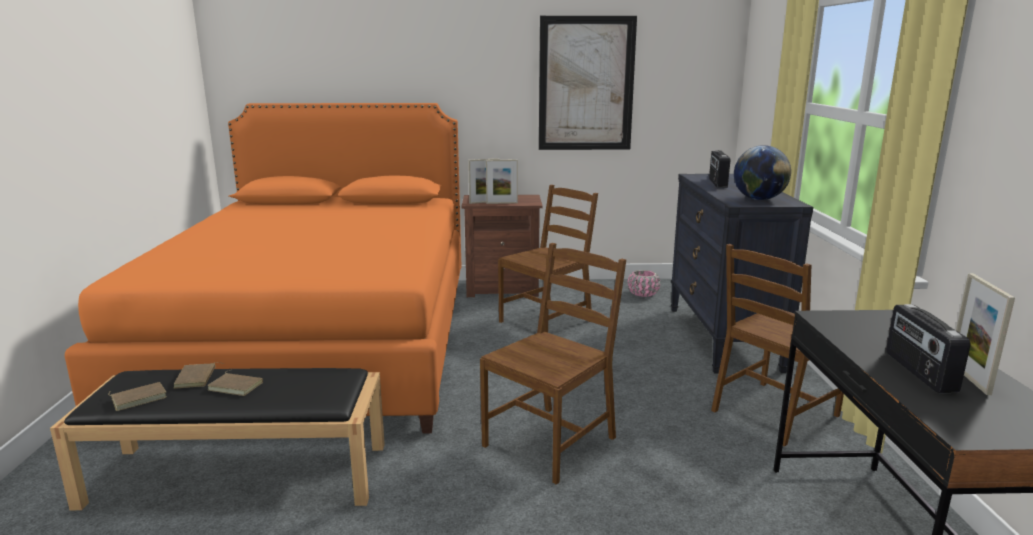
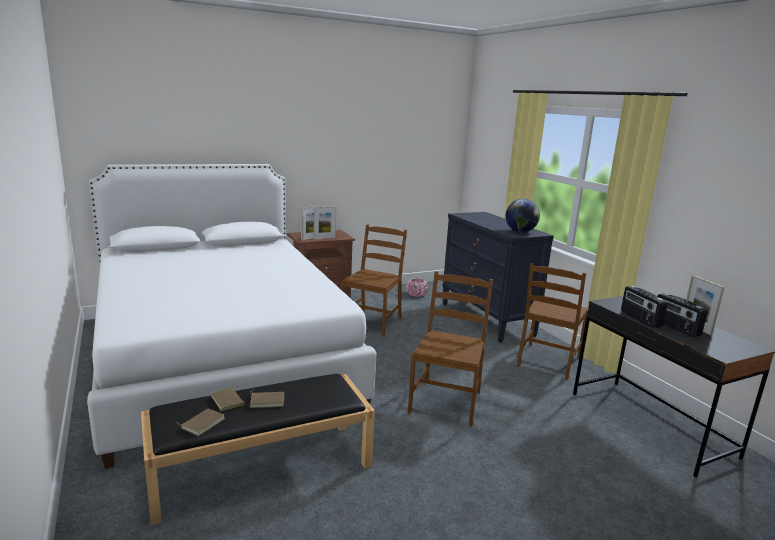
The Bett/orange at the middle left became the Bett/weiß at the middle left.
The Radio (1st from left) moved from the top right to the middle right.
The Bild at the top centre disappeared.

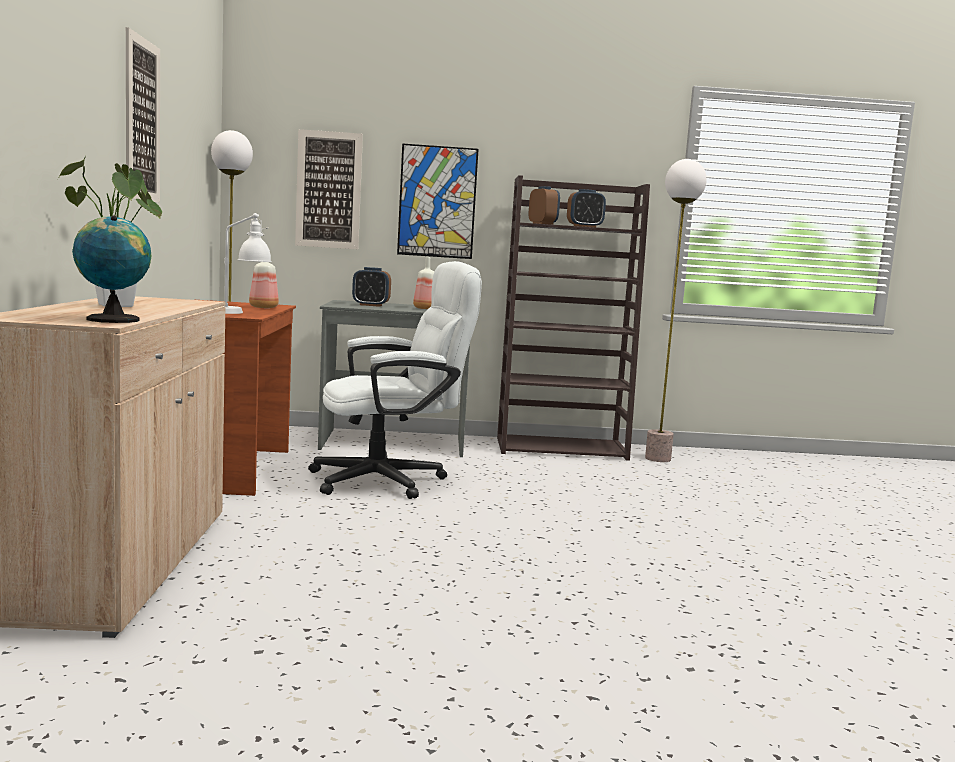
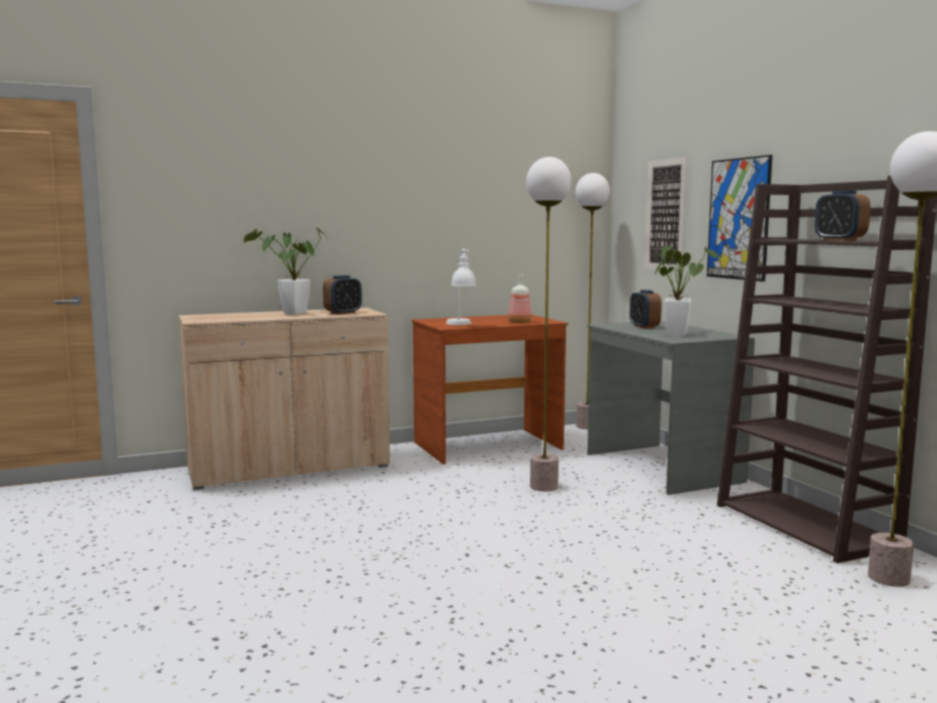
The Wecker (2nd from left in the first image) moved from the top centre to the centre.
The Bürostuhl/weiß at the centre was replaced by the Stehlampe (1st from left) at the centre.
The Flasche (2nd from left) at the centre was replaced by the Topfpflanze (2nd from left) at the middle right.
The Globus at the middle left disappeared.
The Bild (1st from left) at the top left disappeared.

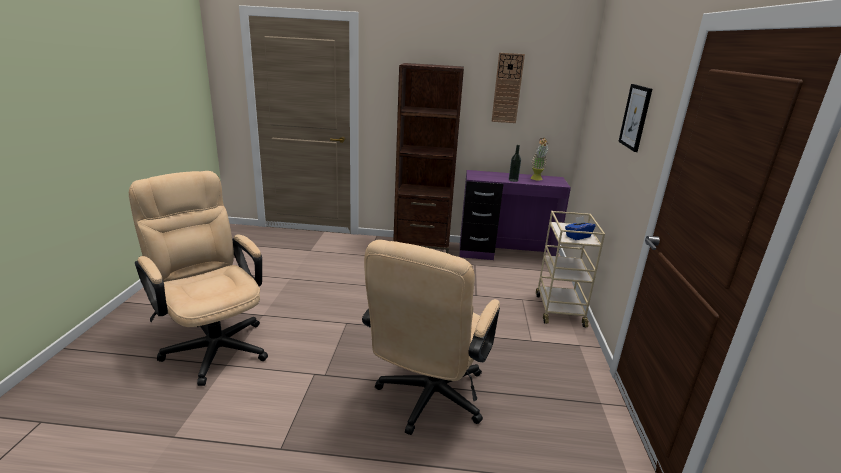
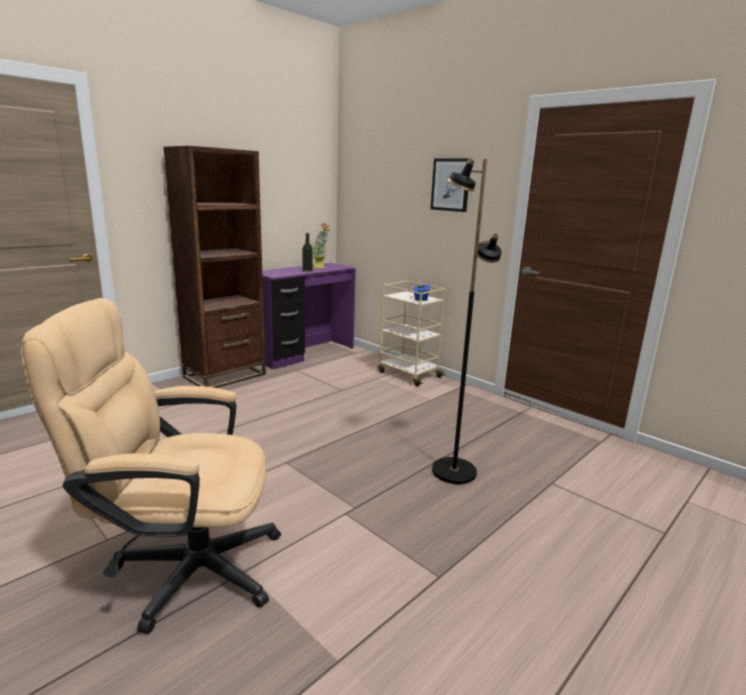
The Bürostuhl/beige (2nd from left) at the bottom centre was replaced by the Stehlampe/schwarz at the centre.
The Wanduhr at the top centre disappeared.

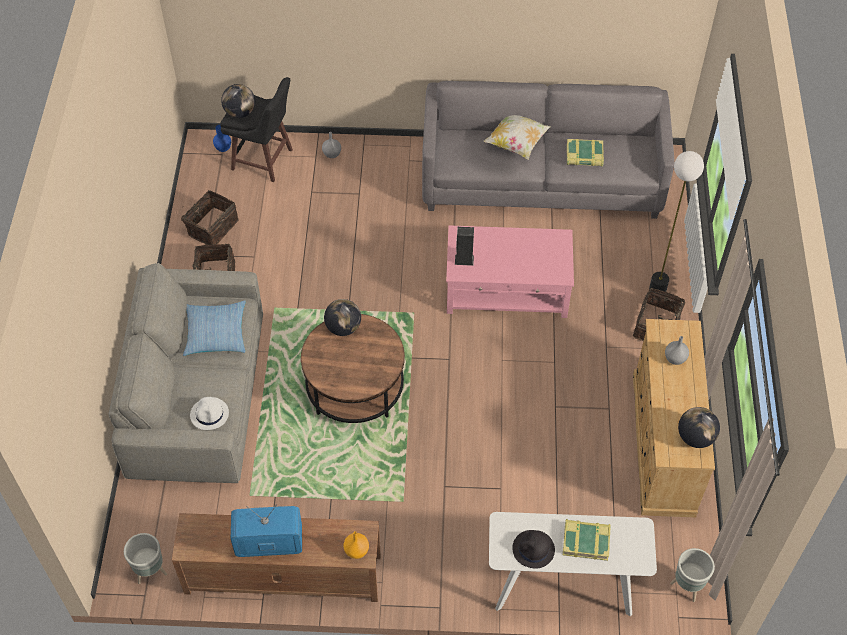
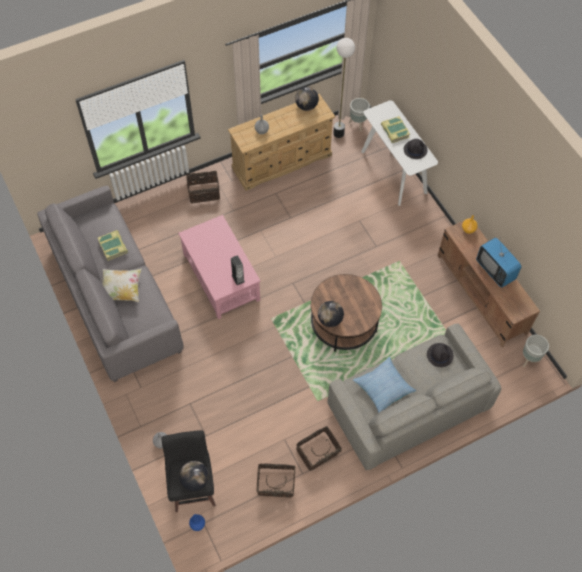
The Stehlampe moved from the middle right to the top centre.
The Hut/weiß at the middle left became the Hut/schwarz (2nd from left) at the middle right.

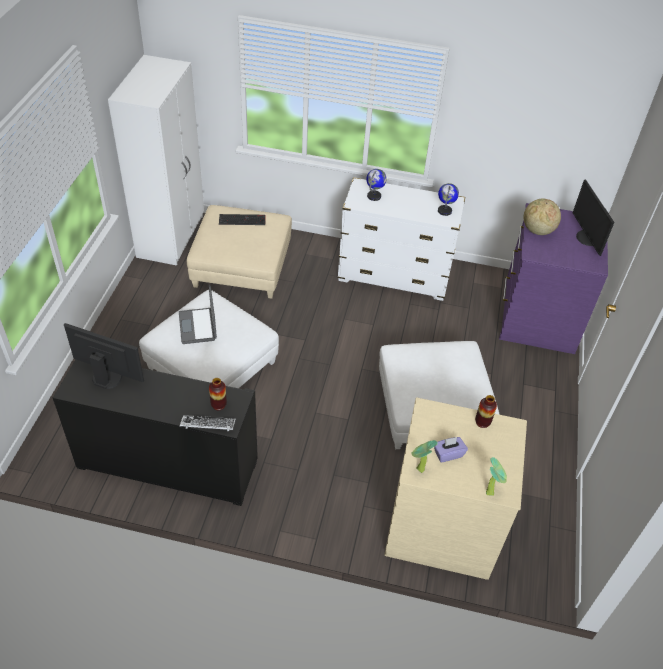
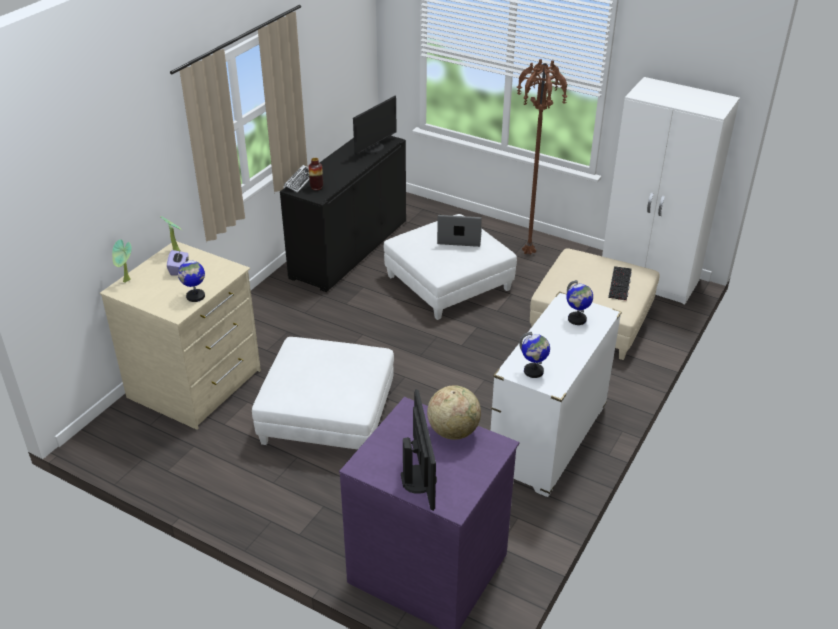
The Vase (2nd from left) at the middle right was replaced by the Globus (1st from left) at the middle left.
The Monitor (2nd from left) at the top right turned 75 degrees clockwise.
The Stehlampe/braun at the top centre appeared.

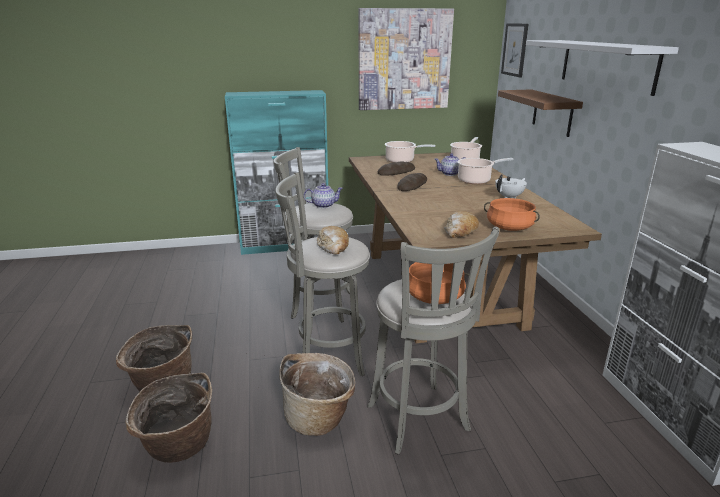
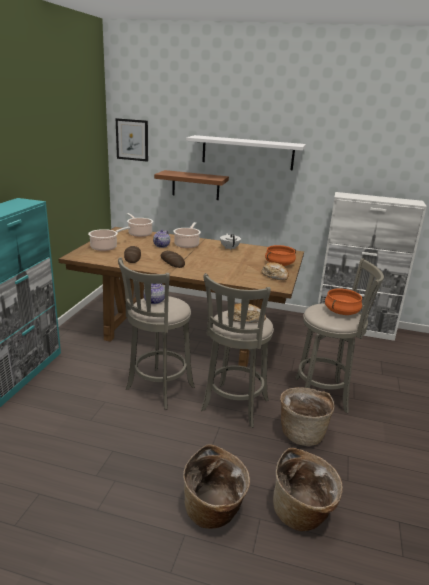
The Bild (1st from left) at the top centre disappeared.

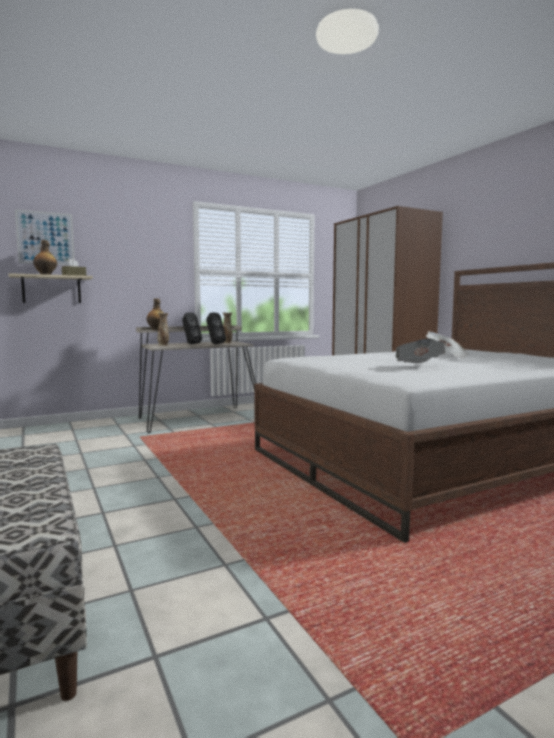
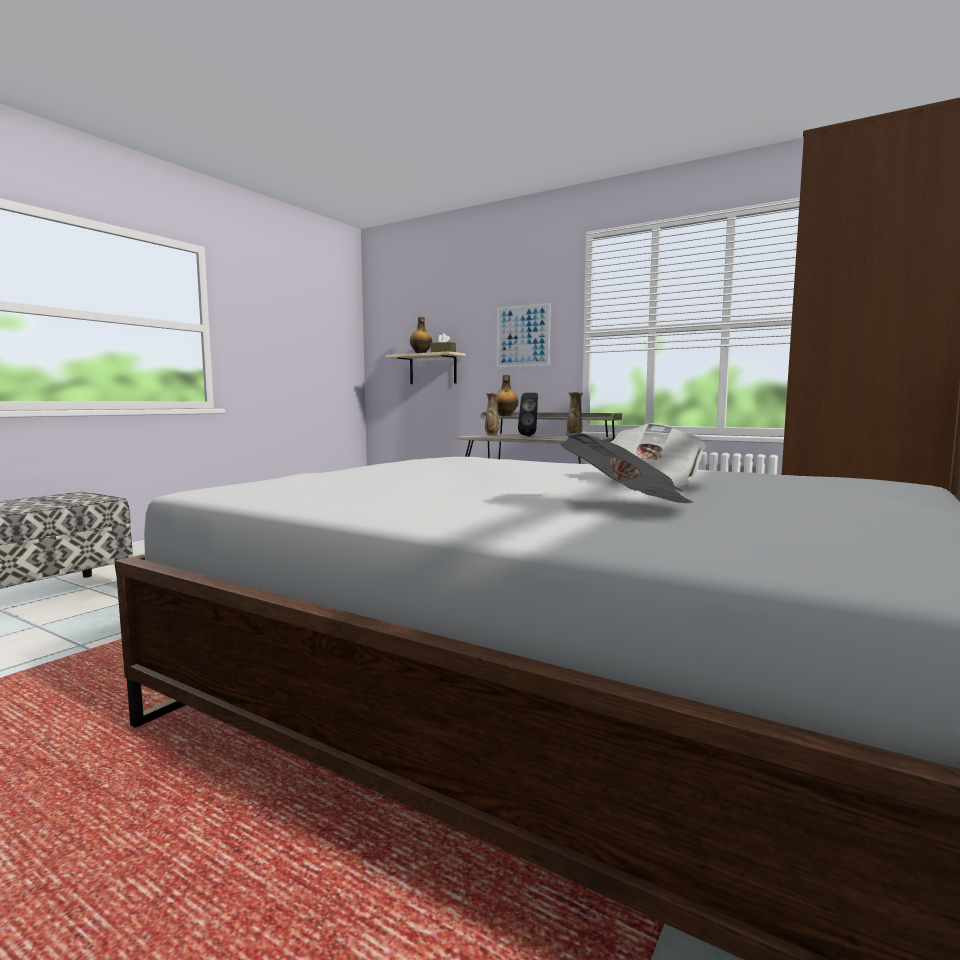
The Bild moved from the top left to the centre.
The Zeitung (1st from left) moved from the middle right to the centre.
The Lautsprecher/schwarz (2nd from left) at the centre disappeared.

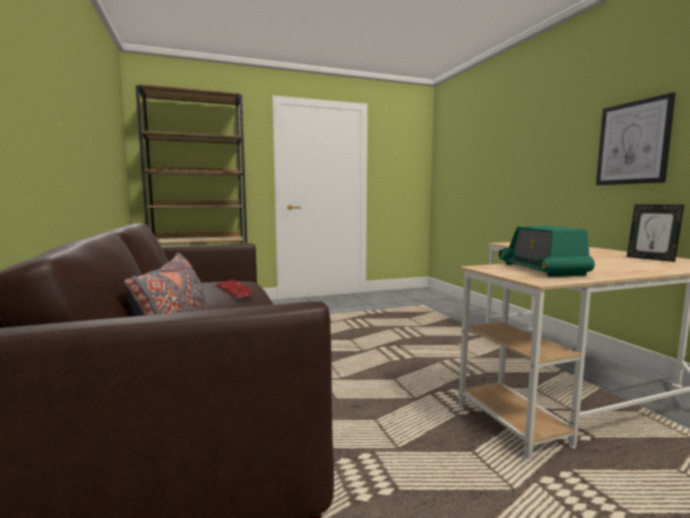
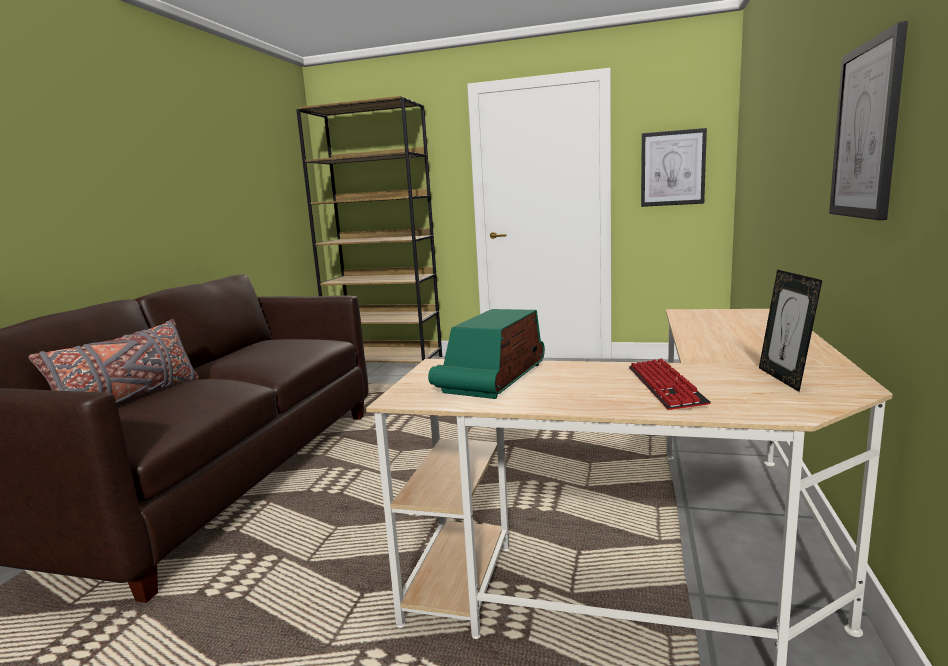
The Tastatur moved from the centre to the middle right.
The Bild (1st from left) at the top right appeared.

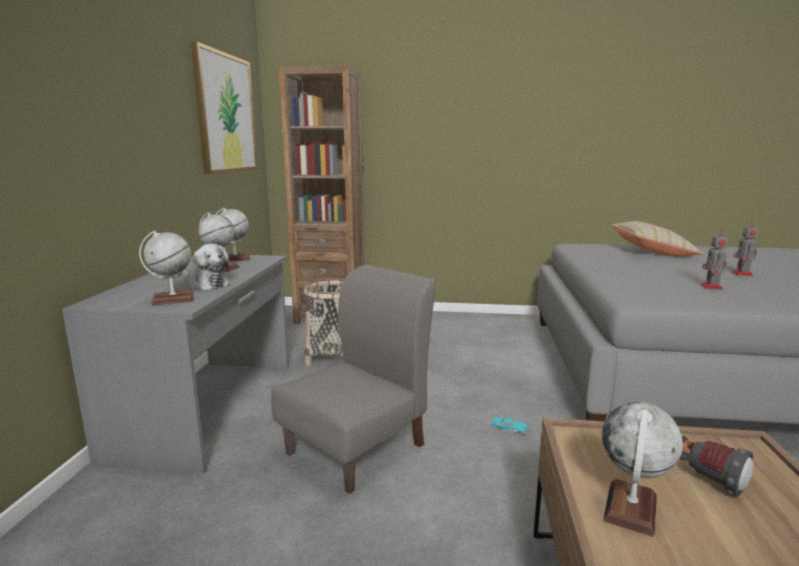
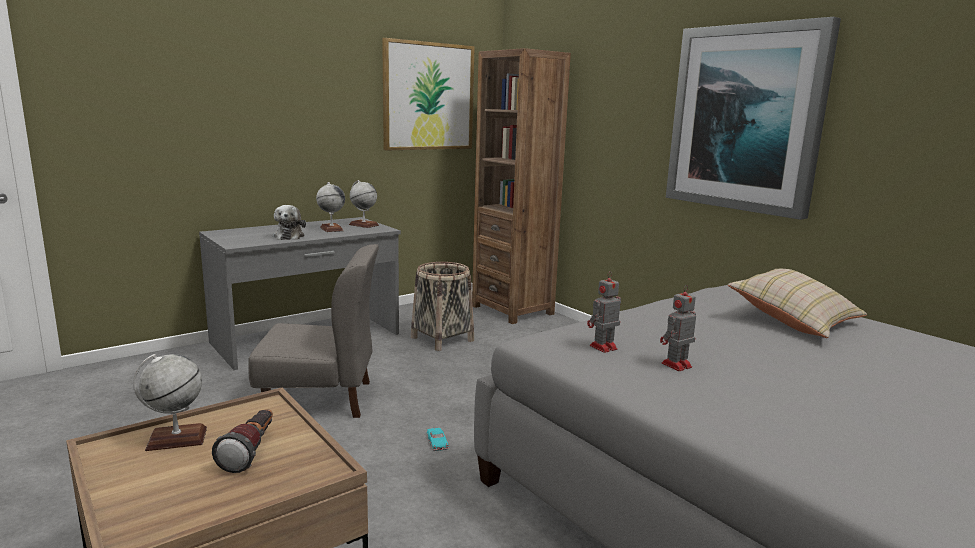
The Spielzeugroboter (2nd from left in the first image) moved from the middle right to the centre.
The Bild (2nd from left) at the top right appeared.
The Globus (1st from left) at the middle left disappeared.

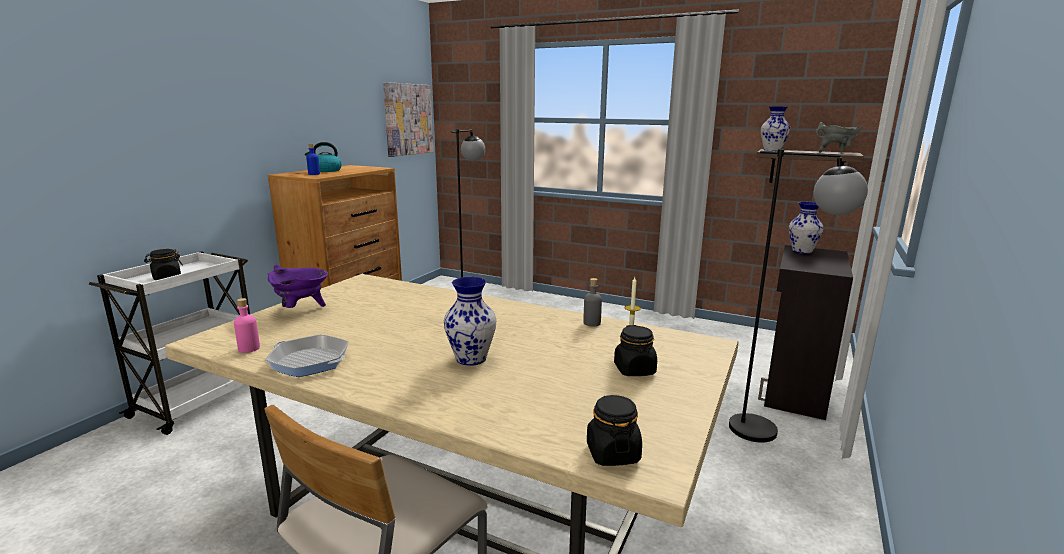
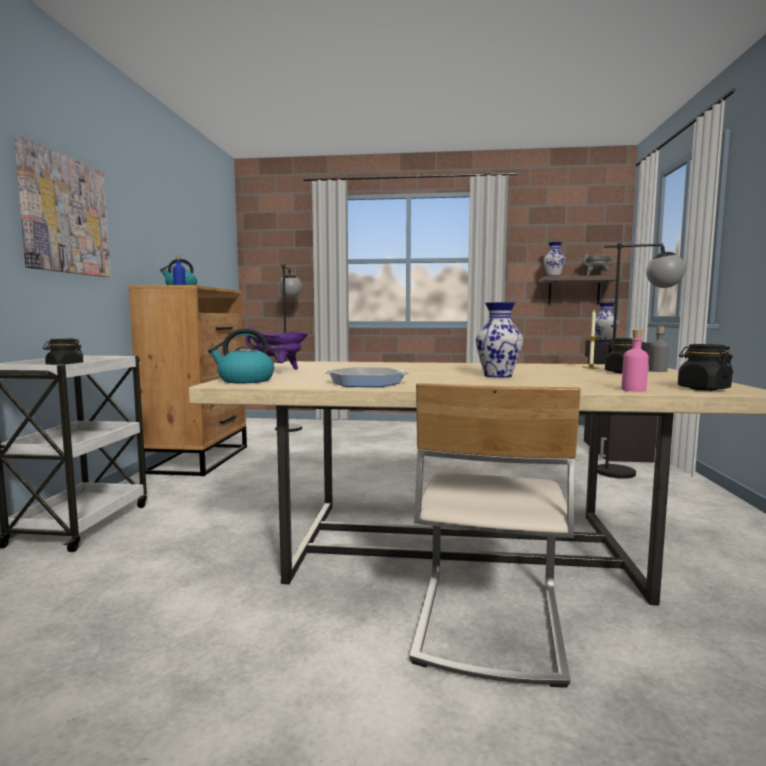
The Bild moved from the top centre to the top left.
The Wasserkessel (2nd from left) at the middle left appeared.
The Flasche/rosa moved from the middle left to the middle right.
The Flasche/grau moved from the centre to the middle right.

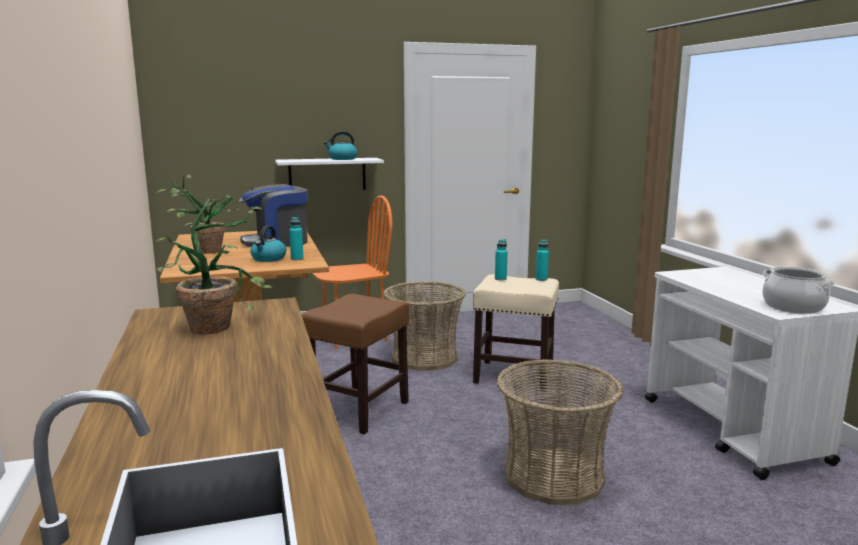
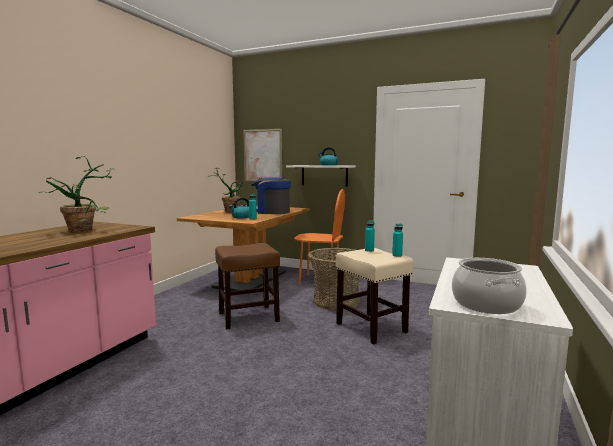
The Bild at the centre appeared.
The Korb (2nd from left) at the bottom centre disappeared.

